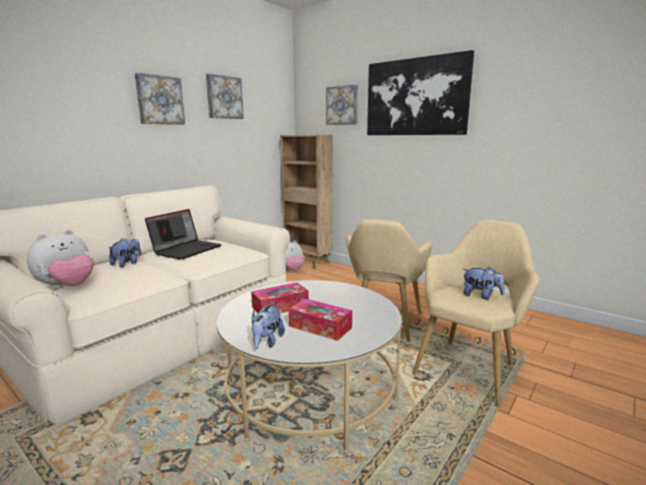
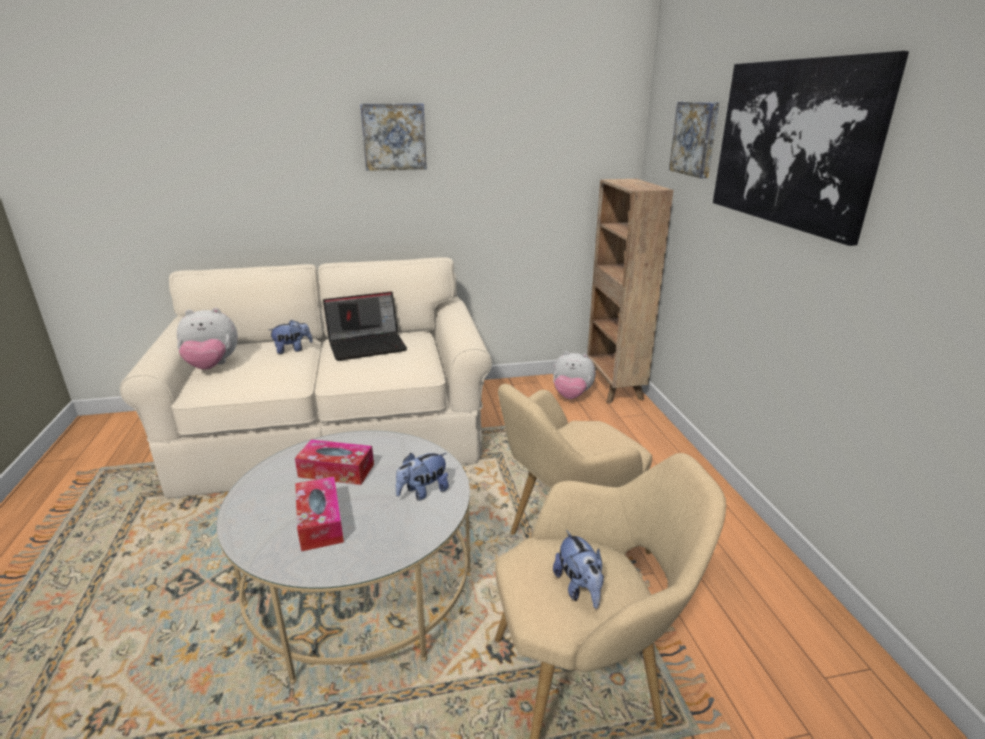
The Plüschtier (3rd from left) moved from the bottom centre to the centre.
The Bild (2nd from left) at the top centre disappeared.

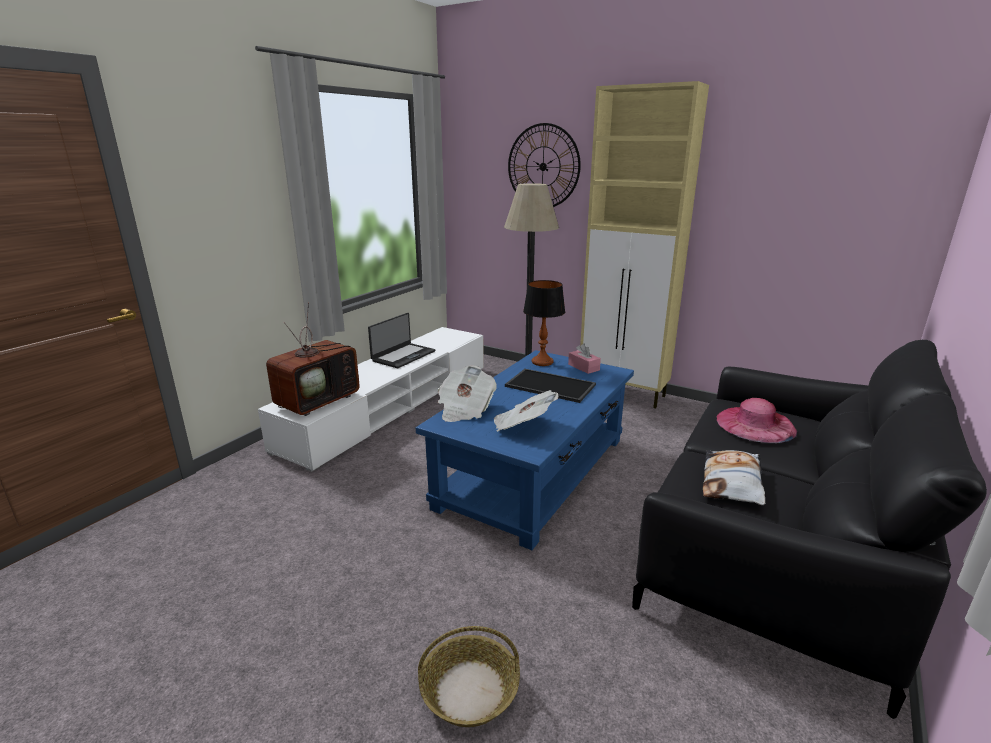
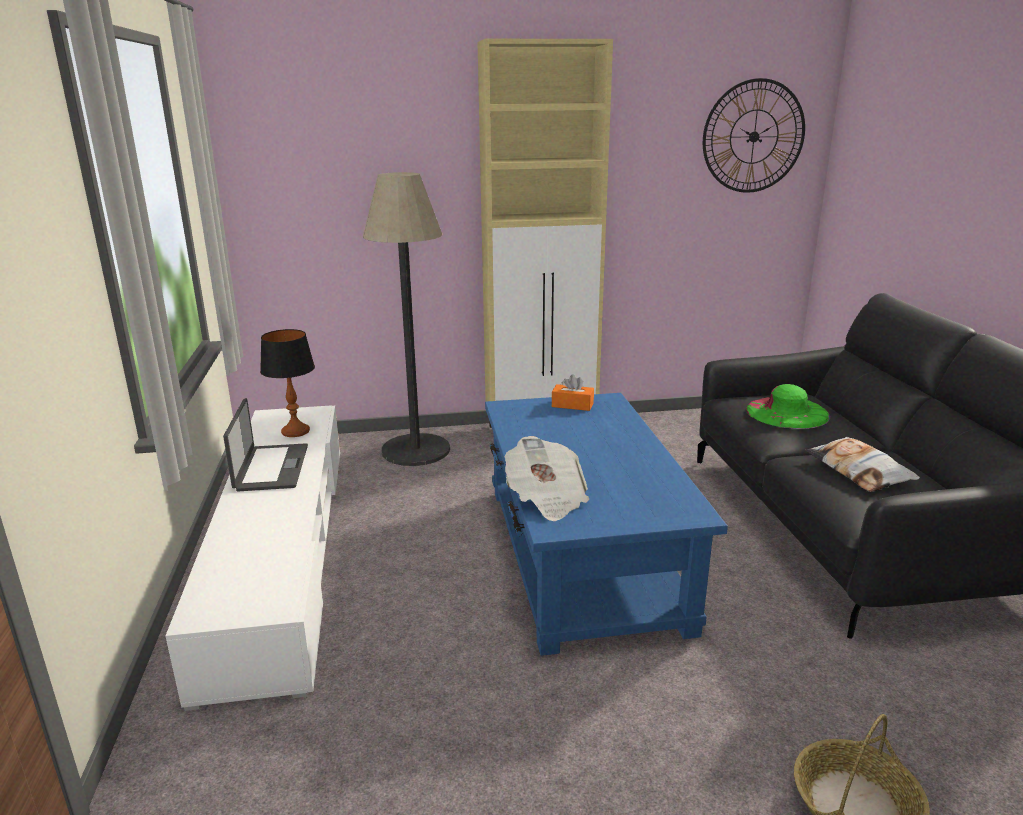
The Tischlampe moved from the centre to the middle left.
The Taschentuchbox/rosa at the centre became the Taschentuchbox/orange at the centre.
The Wanduhr moved from the top centre to the top right.
The Hut/rosa at the middle right became the Hut/grün at the middle right.
The Fernseher at the middle left disappeared.
The Zeitung (2nd from left) at the centre disappeared.
The Tablett at the centre disappeared.

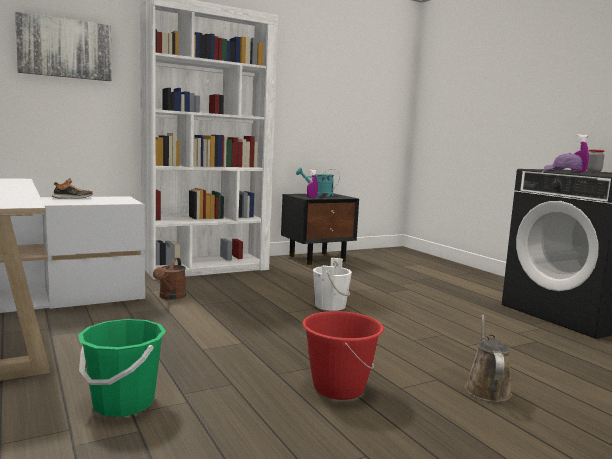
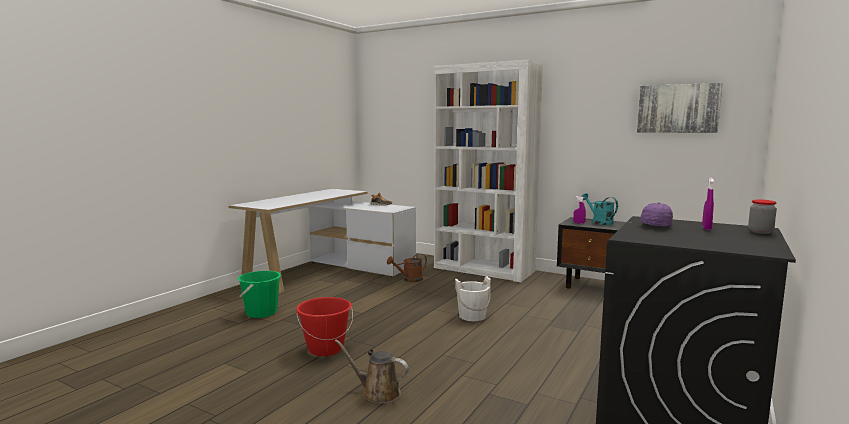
The Gießkanne/braun (2nd from left in the first image) at the bottom right turned 135 degrees counterclockwise.
The Bild moved from the top left to the top right.

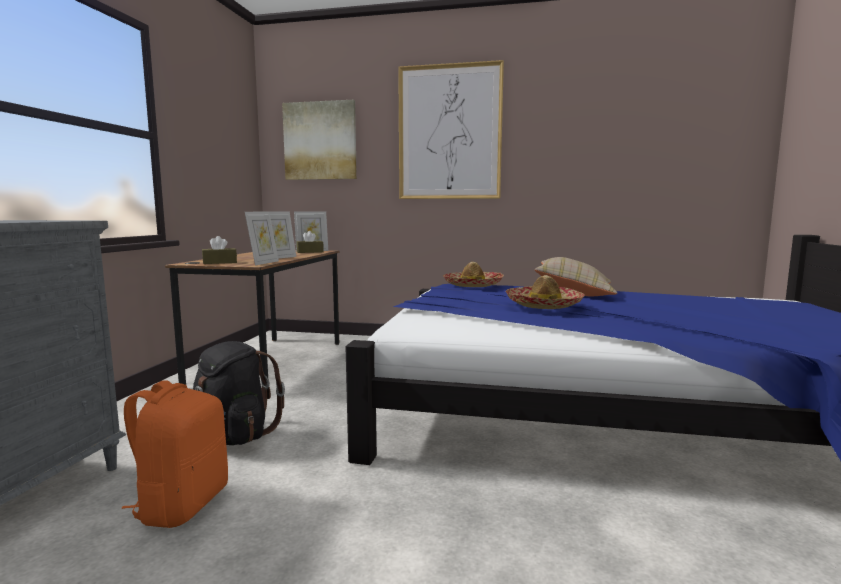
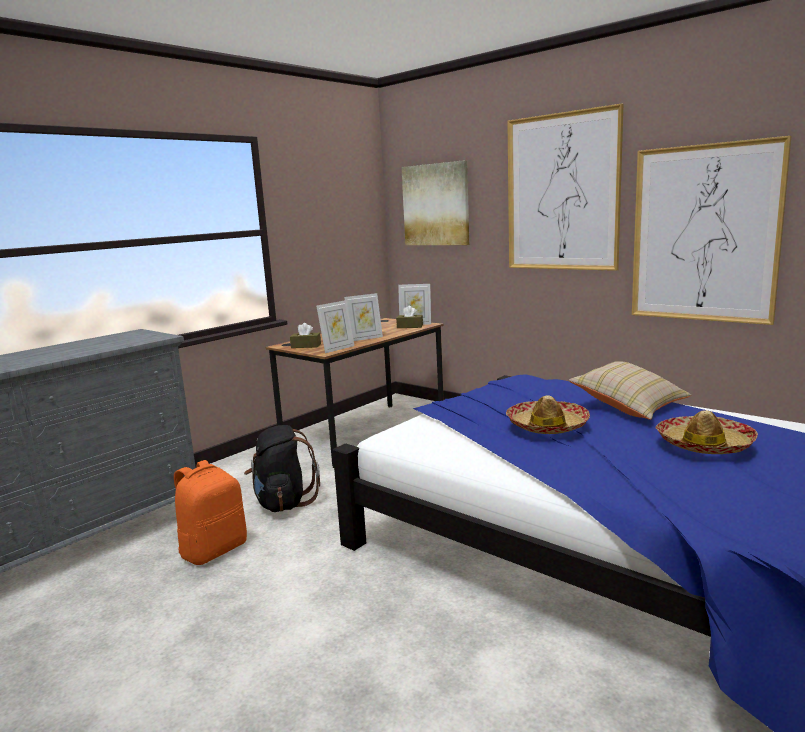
The Bild (3rd from left) at the top right appeared.
The Hut (1st from left in the first image) moved from the centre to the middle right.

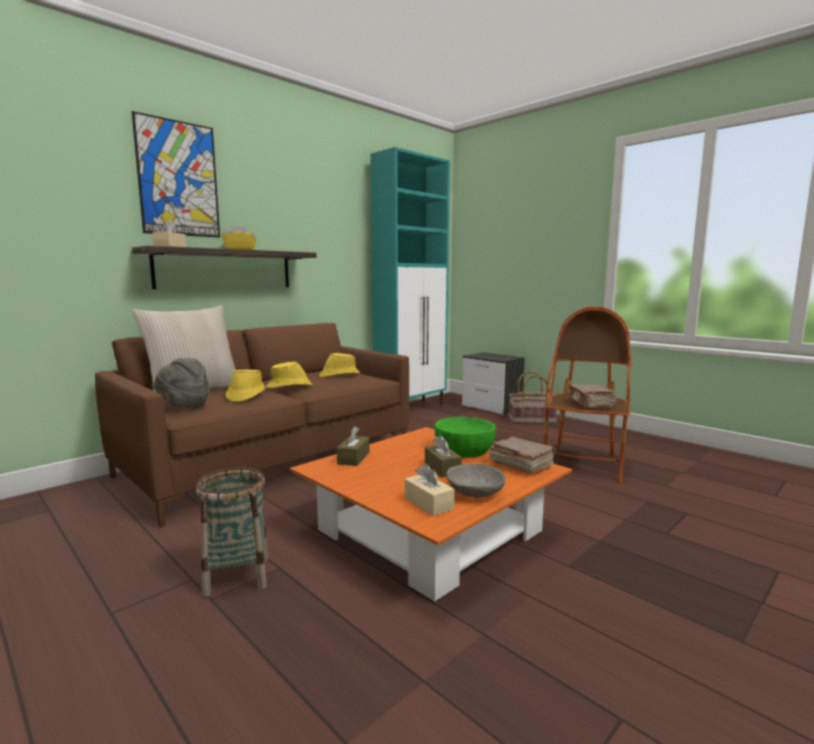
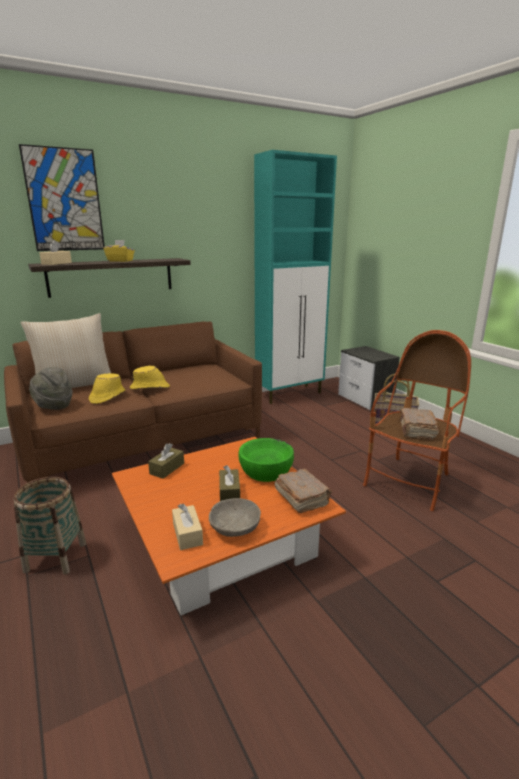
The Hut/gelb (3rd from left) at the centre disappeared.

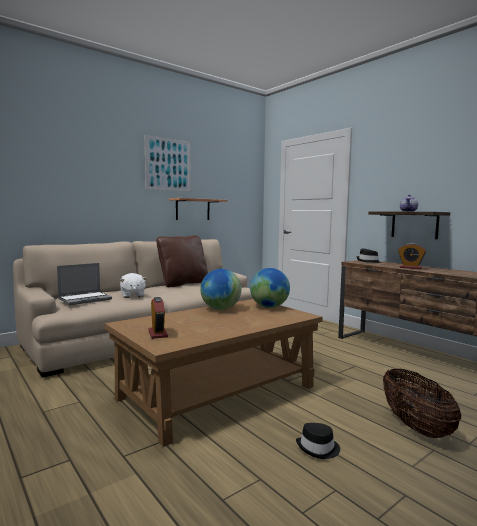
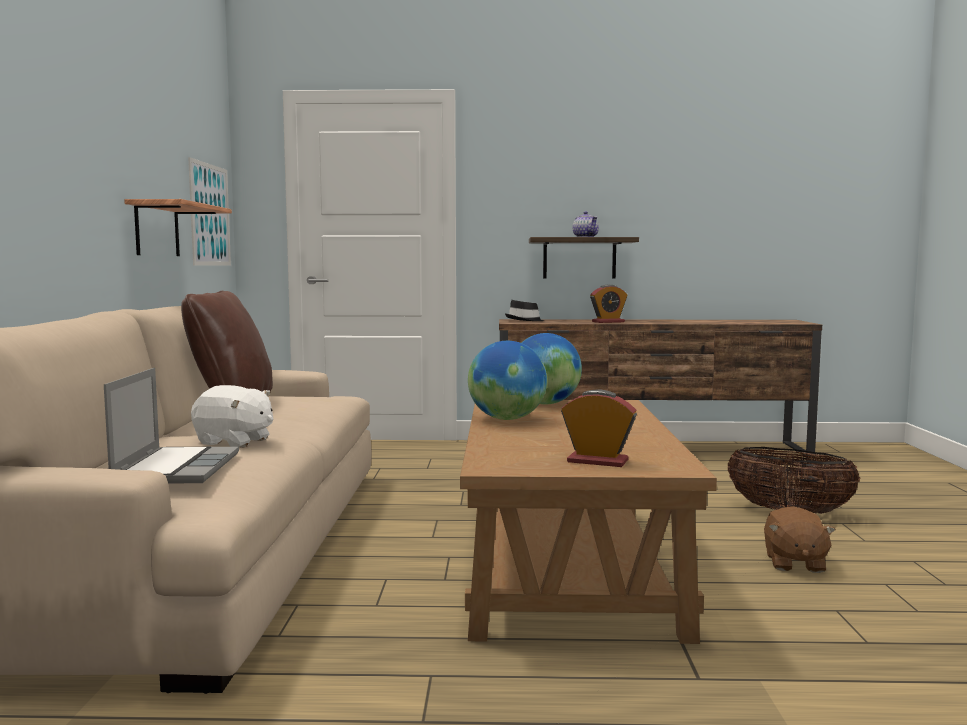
The Bild moved from the top centre to the top left.
The Hut/schwarz (1st from left) at the bottom right was replaced by the Plüschtier/braun at the bottom right.

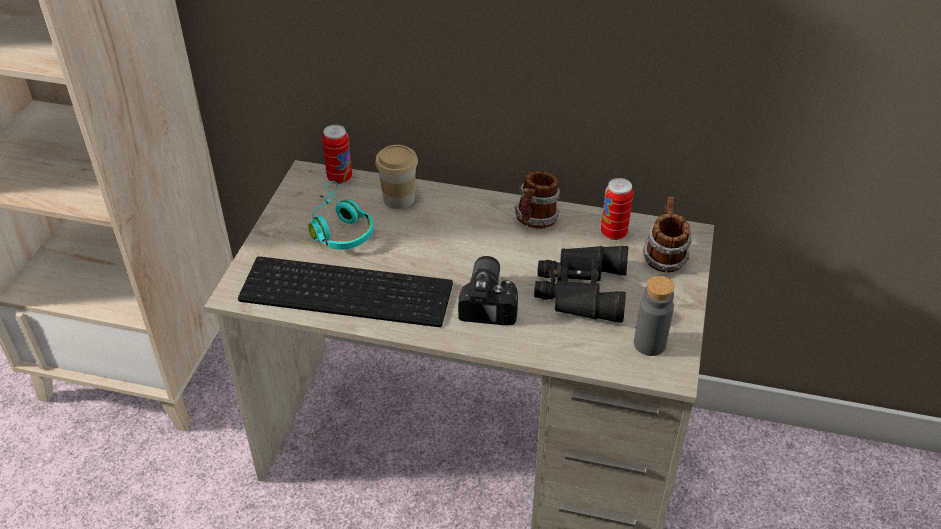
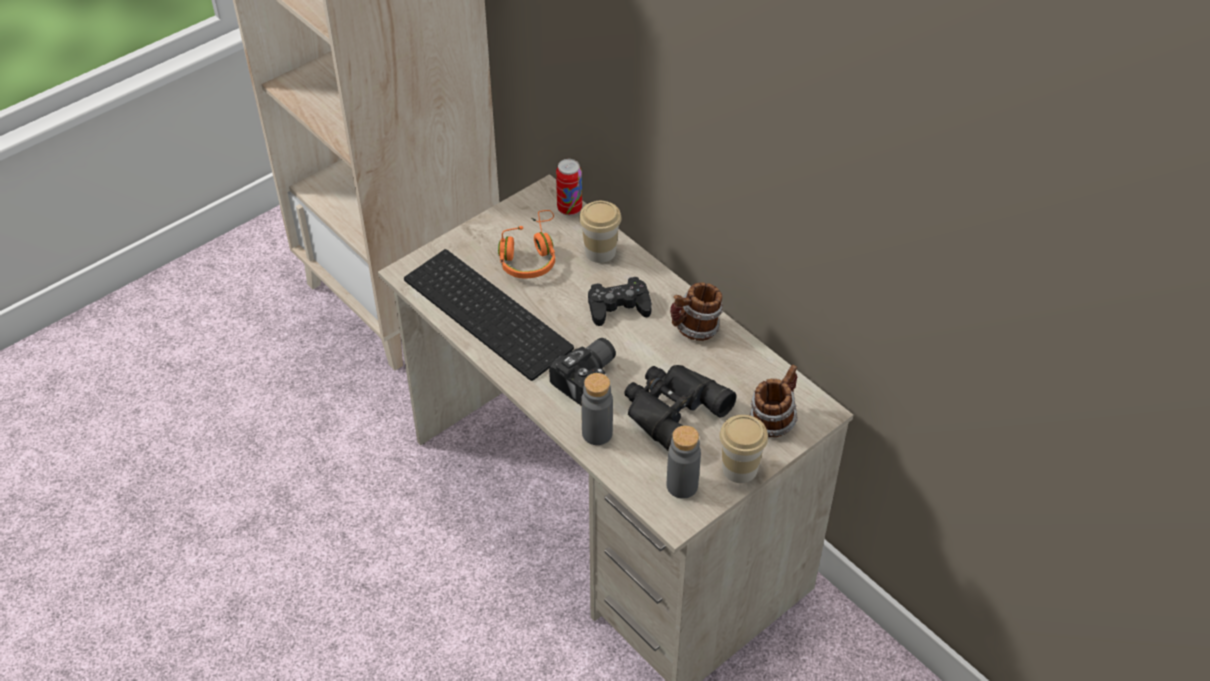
The Kopfhörer/türkis at the centre became the Kopfhörer/orange at the centre.
The Flasche/grau (1st from left) at the centre appeared.
The Gamepad/schwarz at the centre appeared.
The Tasse (2nd from left) at the centre appeared.
The Dose (2nd from left) at the centre disappeared.

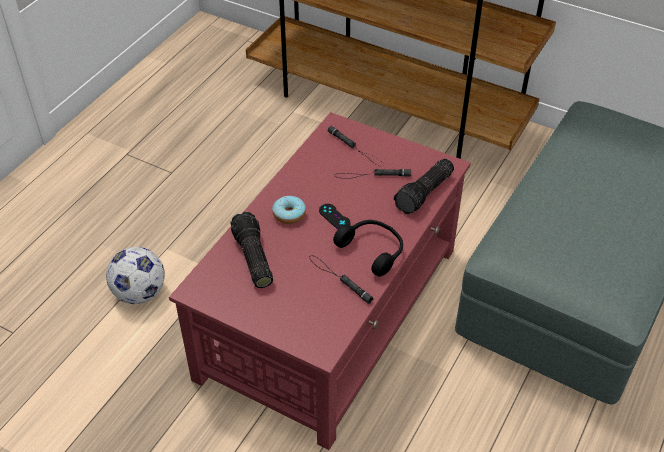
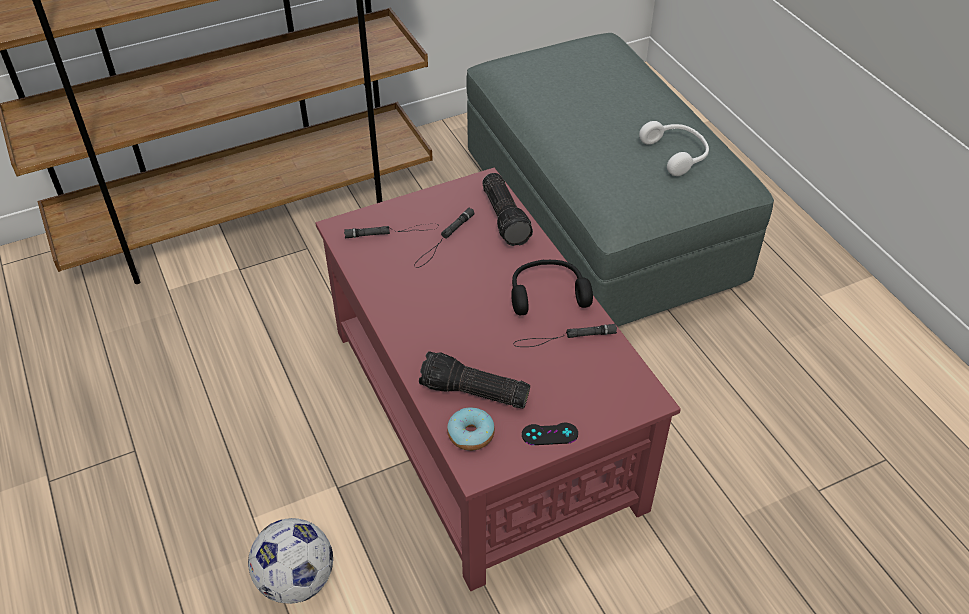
The Donut moved from the centre to the bottom centre.
The Gamepad/schwarz moved from the centre to the bottom centre.
The Kopfhörer/weiß at the top right appeared.

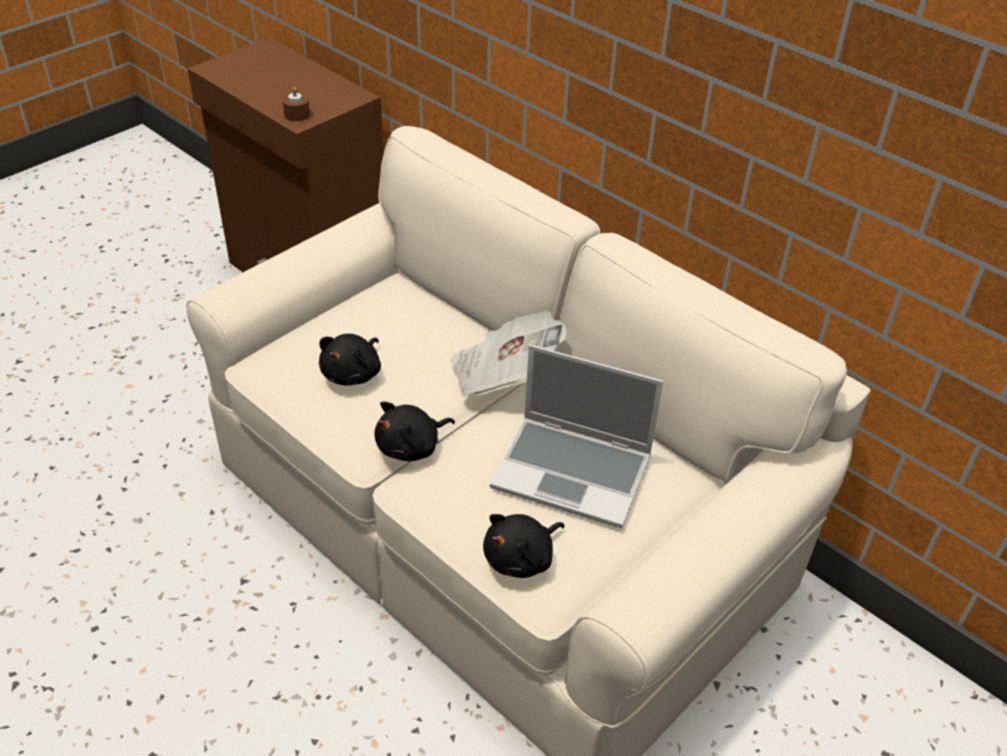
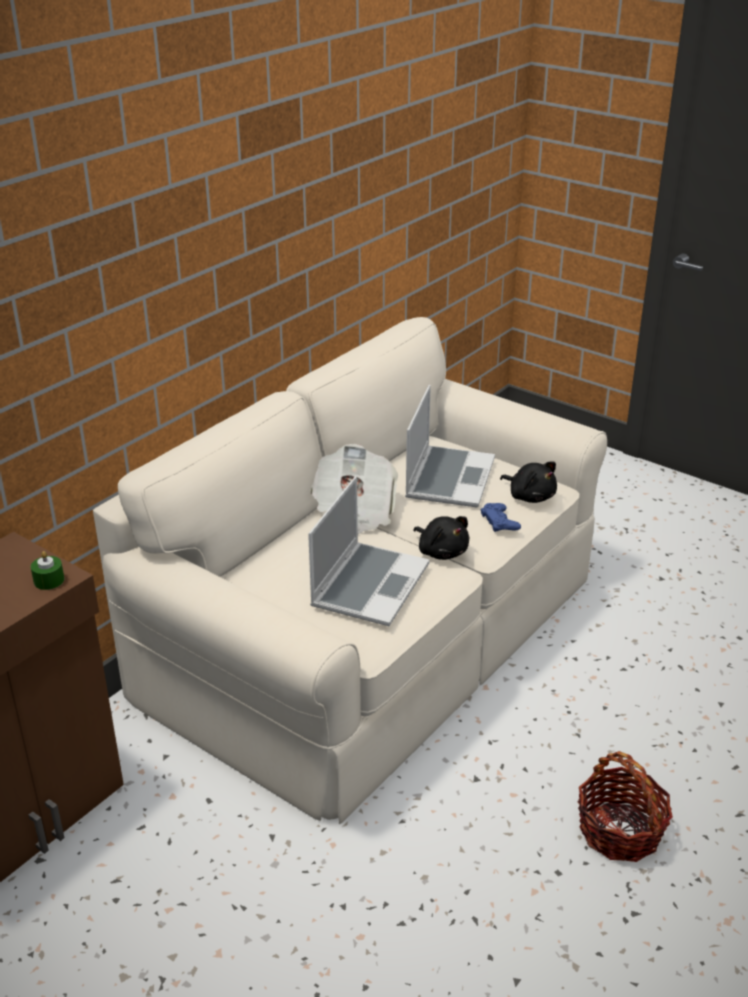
The Kerze/braun at the top left became the Kerze/grün at the middle left.
The Plüschtier/schwarz (1st from left) at the centre was replaced by the Laptop (1st from left) at the centre.
The Gamepad/blau at the middle right appeared.
The Korb at the bottom right appeared.

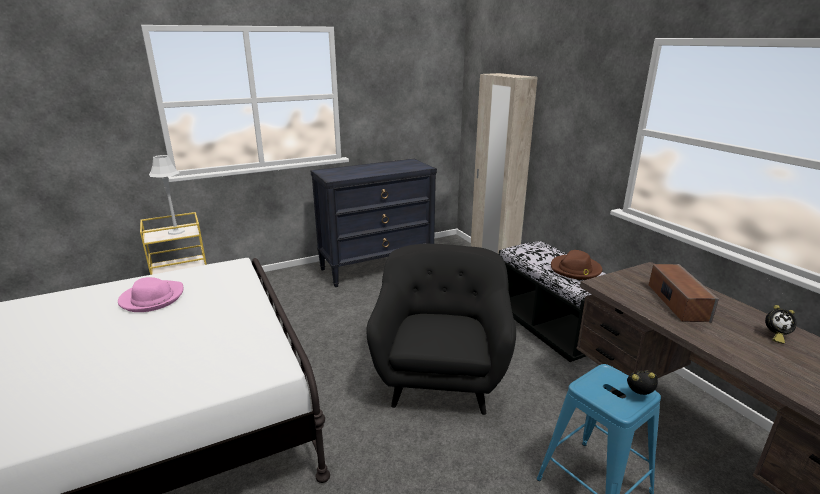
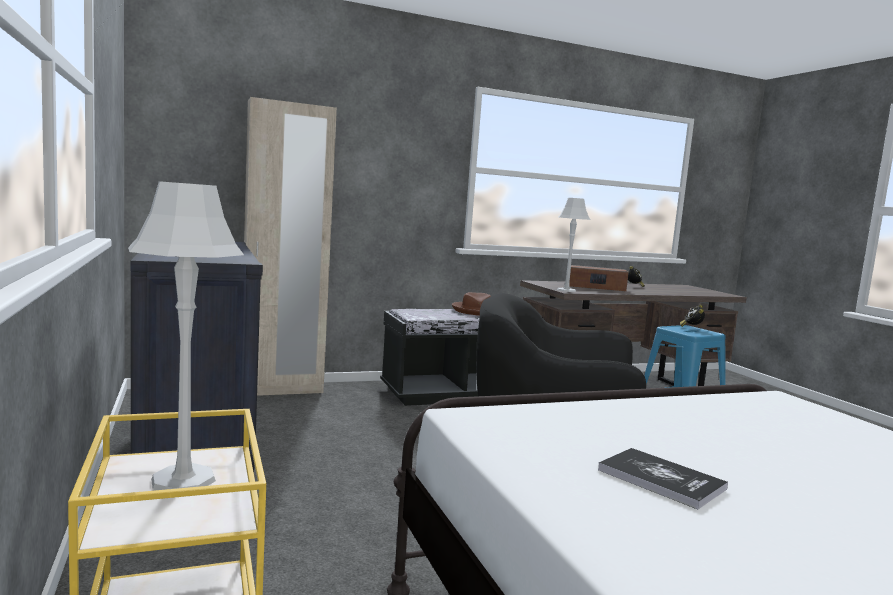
The Tischlampe/grau (2nd from left) at the centre appeared.
The Hut/rosa at the middle left was replaced by the Buch at the bottom right.

